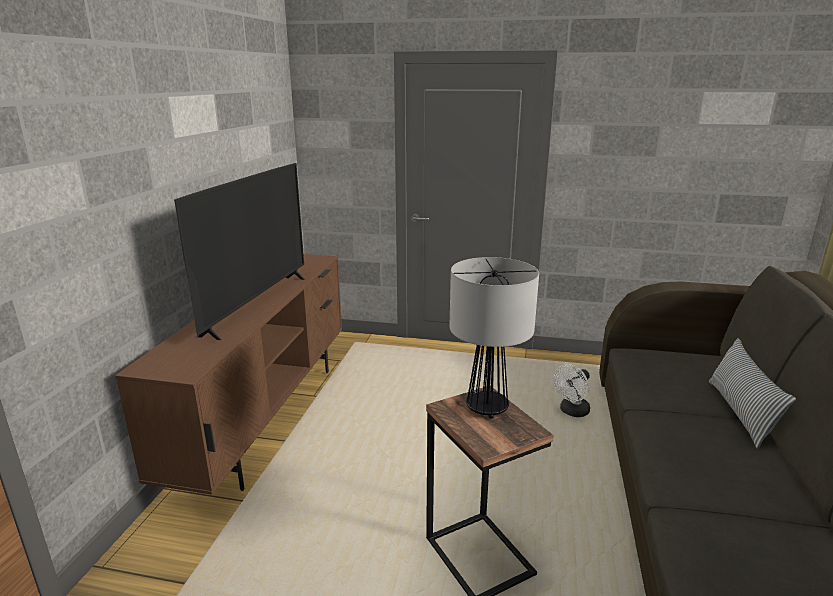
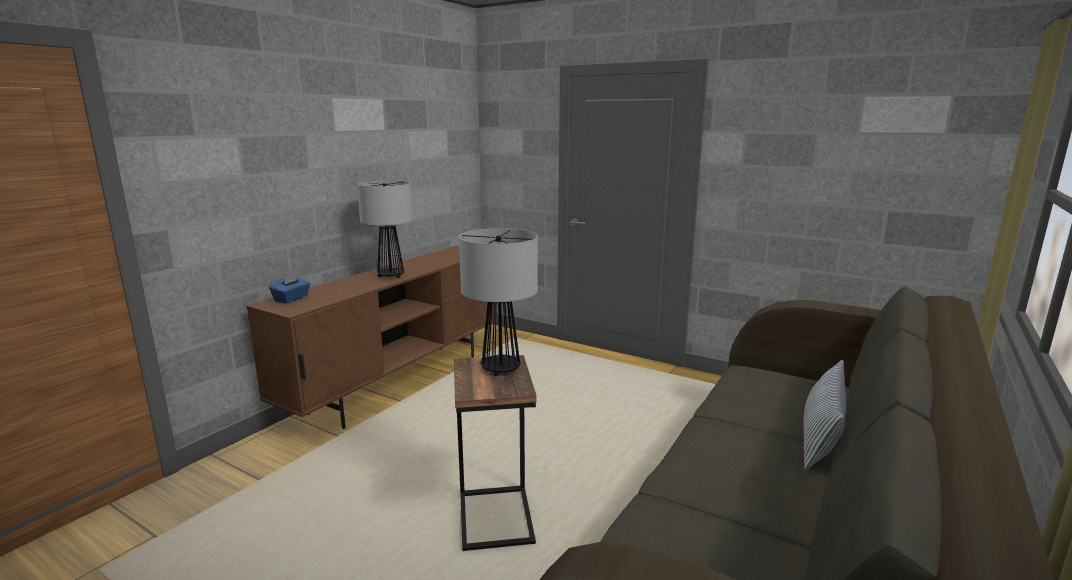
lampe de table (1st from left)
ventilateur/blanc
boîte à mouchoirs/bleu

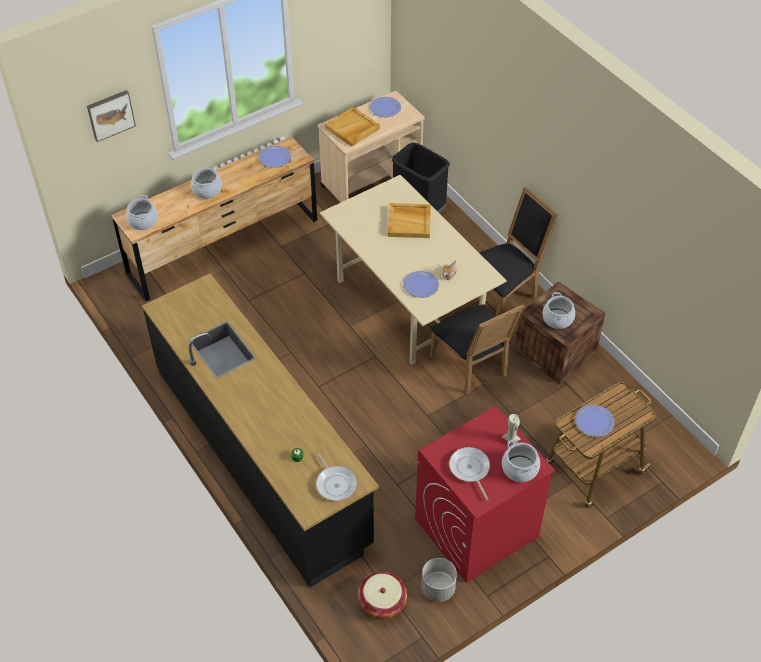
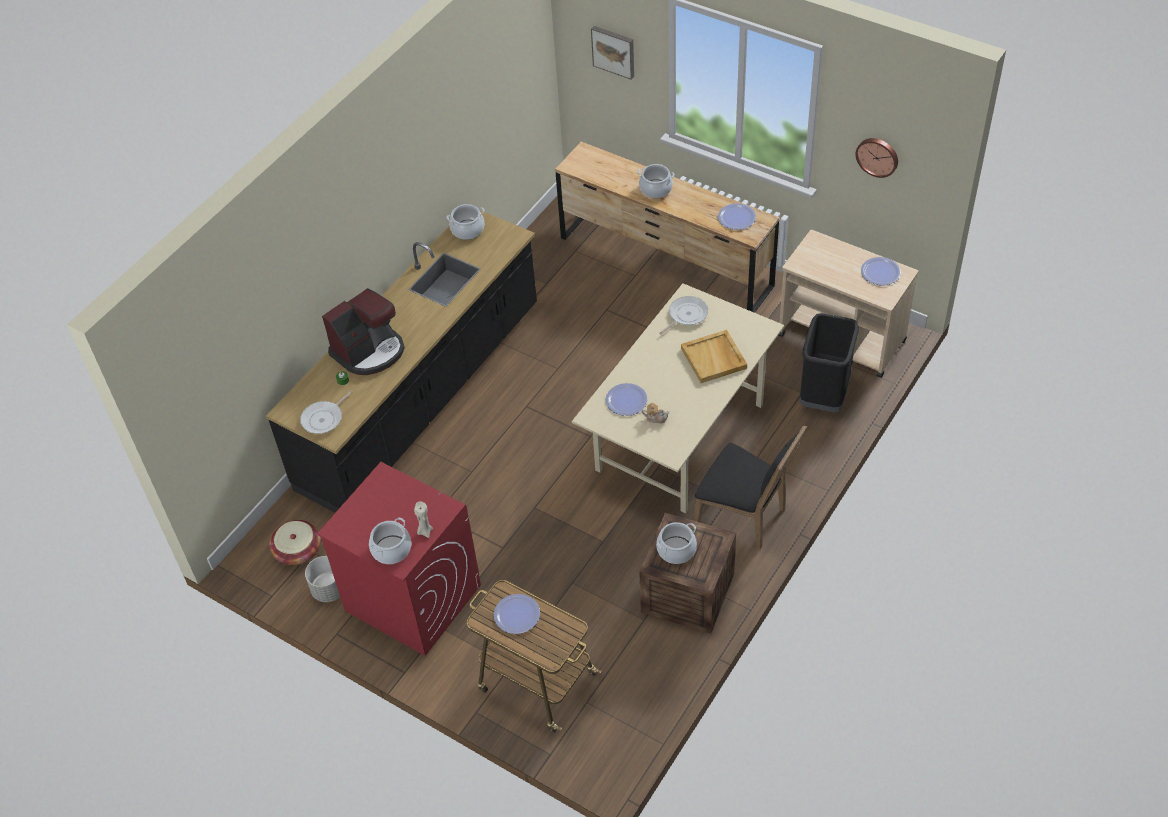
marmite (2nd from left)
plateau/beige (1st from left in the first image)
chaise/noir (1st from left in the first image)
poêle (2nd from left)
machine à café
horloge murale

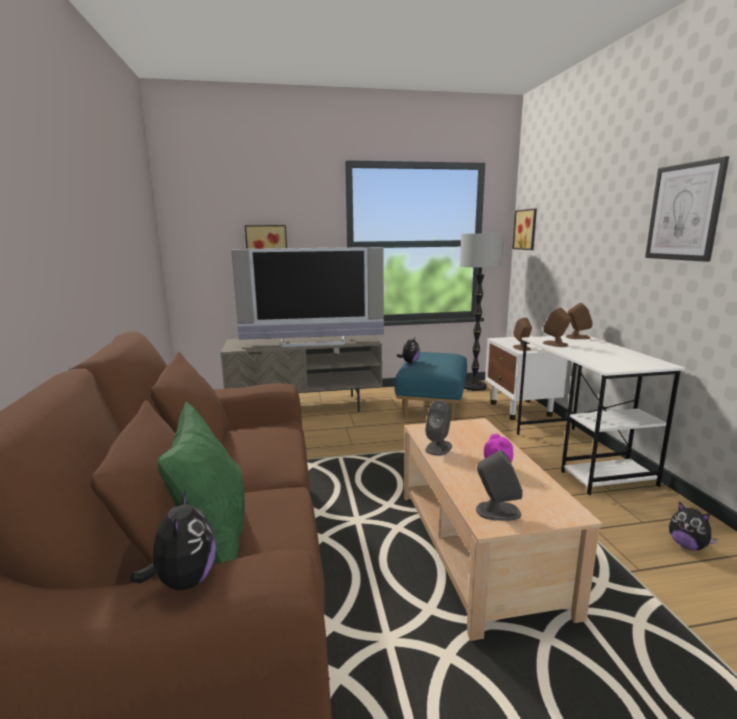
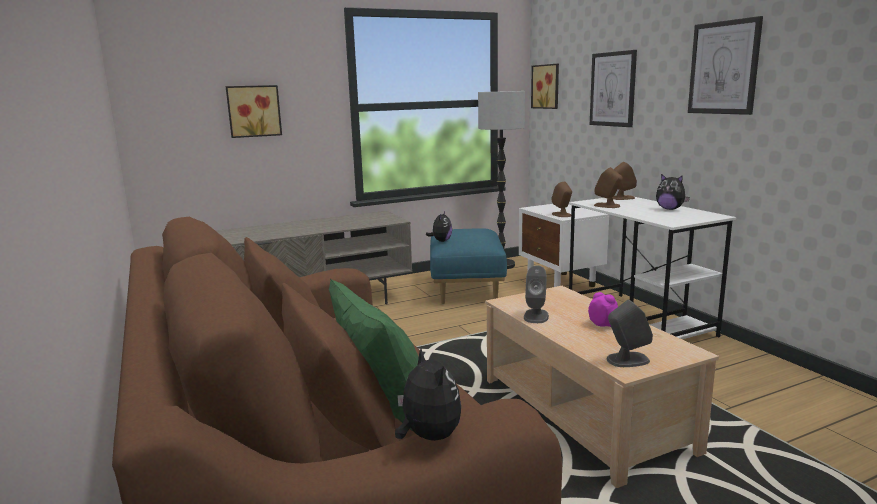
téléviseur
peluche (3rd from left)
tableau (3rd from left)

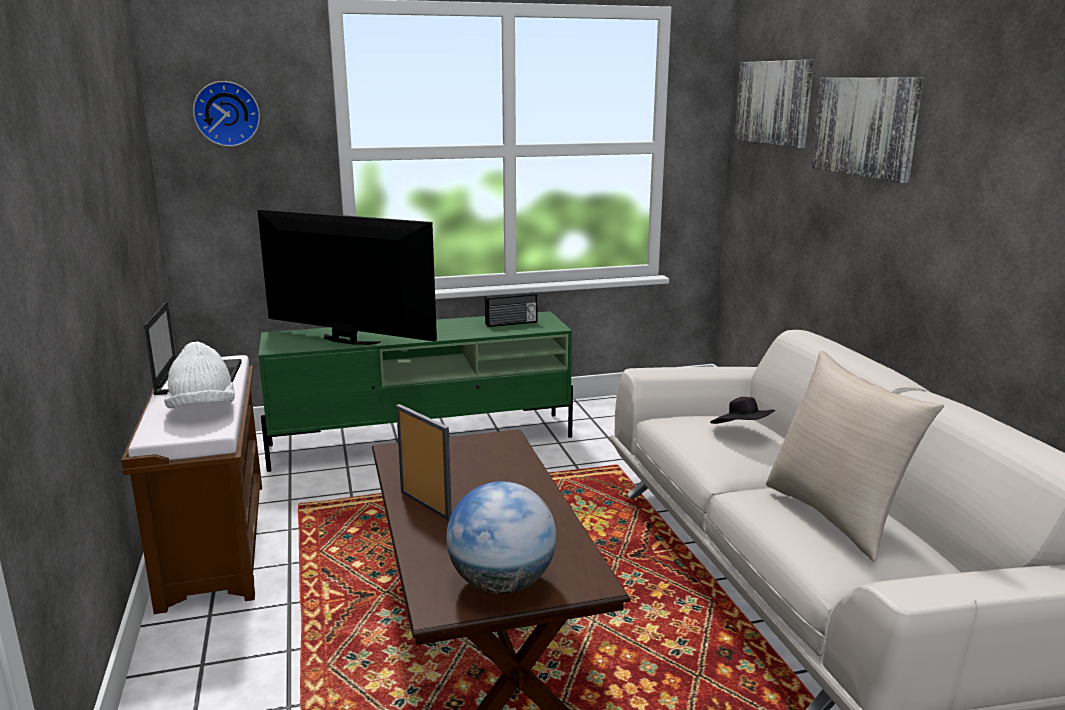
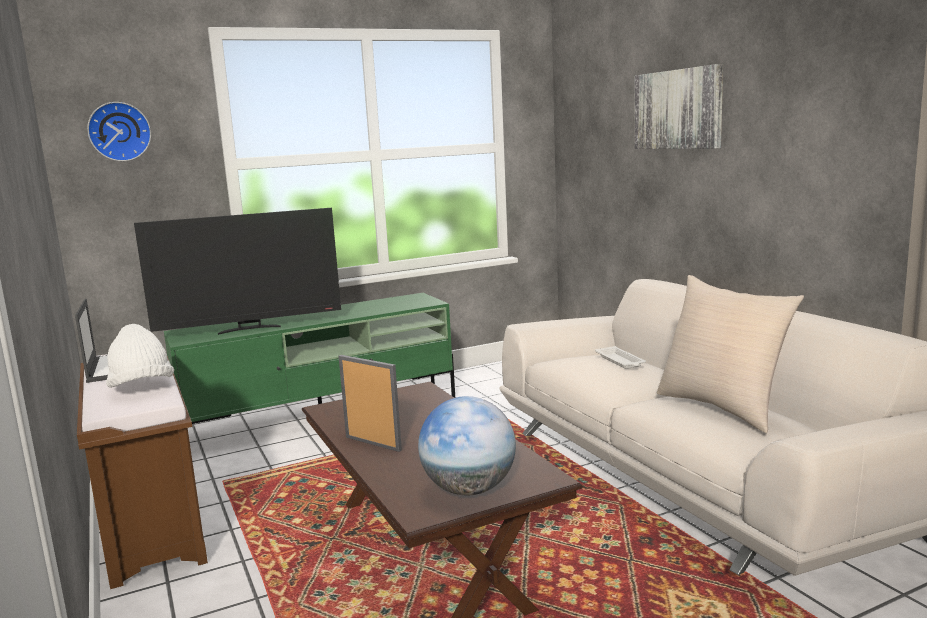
téléviseur
radio
plateau/blanc
tableau (1st from left in the first image)

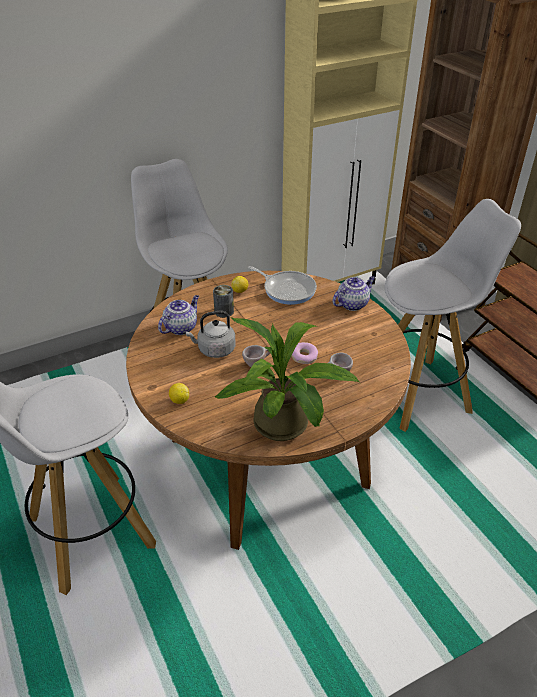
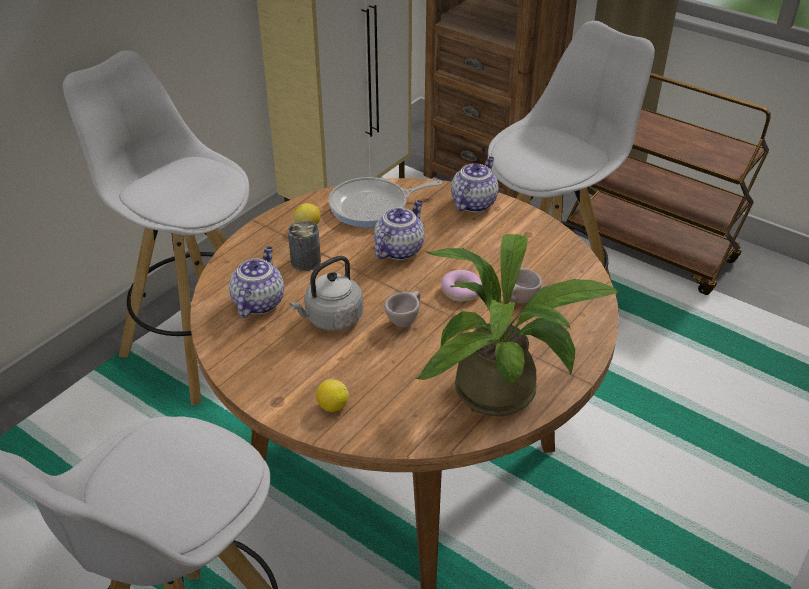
poêle
théière (2nd from left)

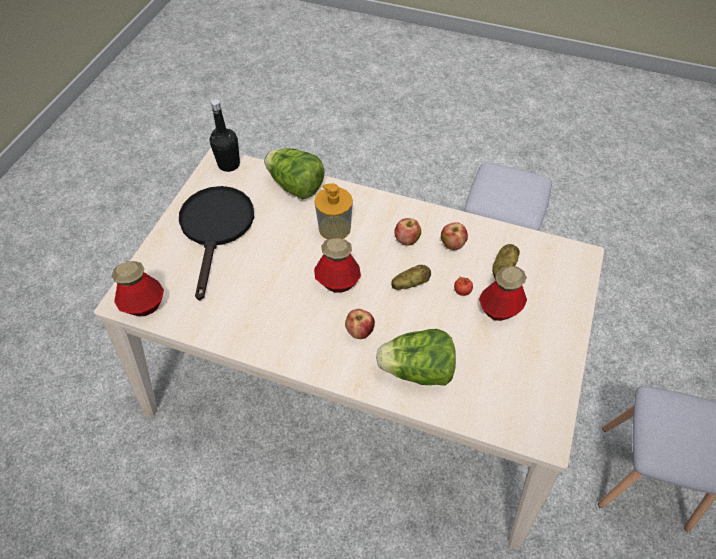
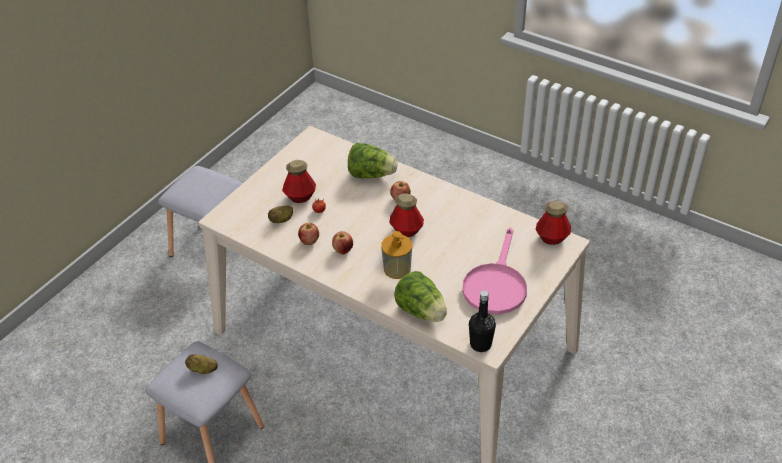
poêle/rose
pomme de terre (1st from left)

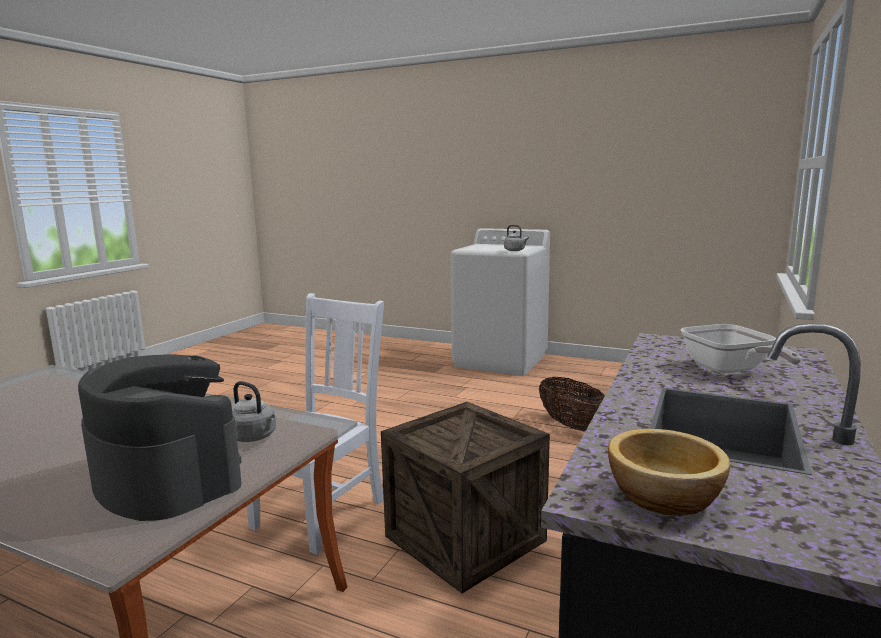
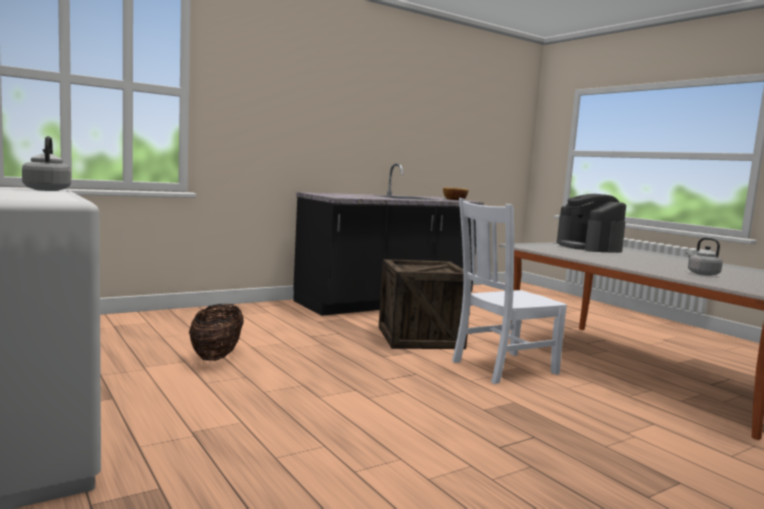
bouilloire/gris (2nd from left)
poêle

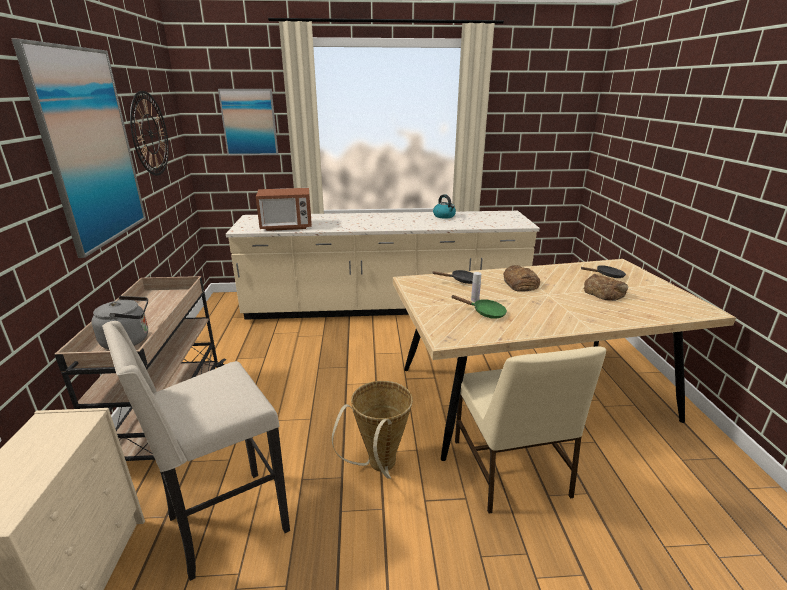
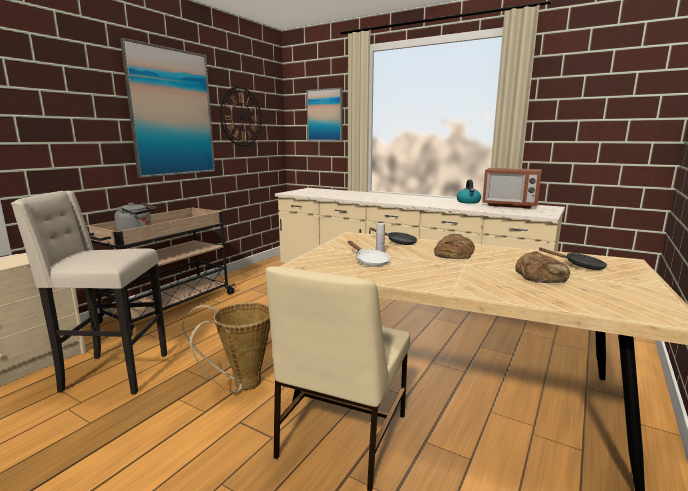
micro-ondes
poêle/blanc

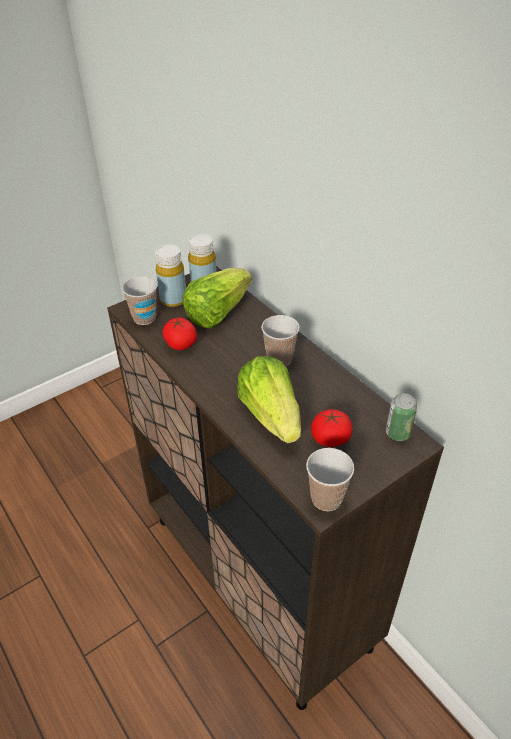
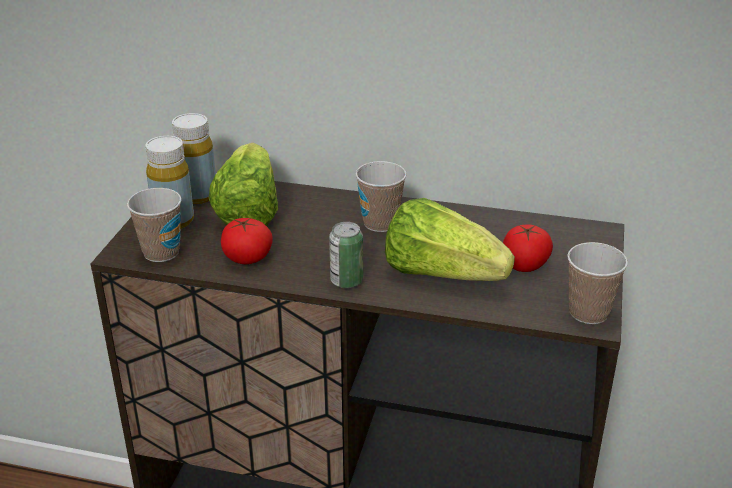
boîte métallique

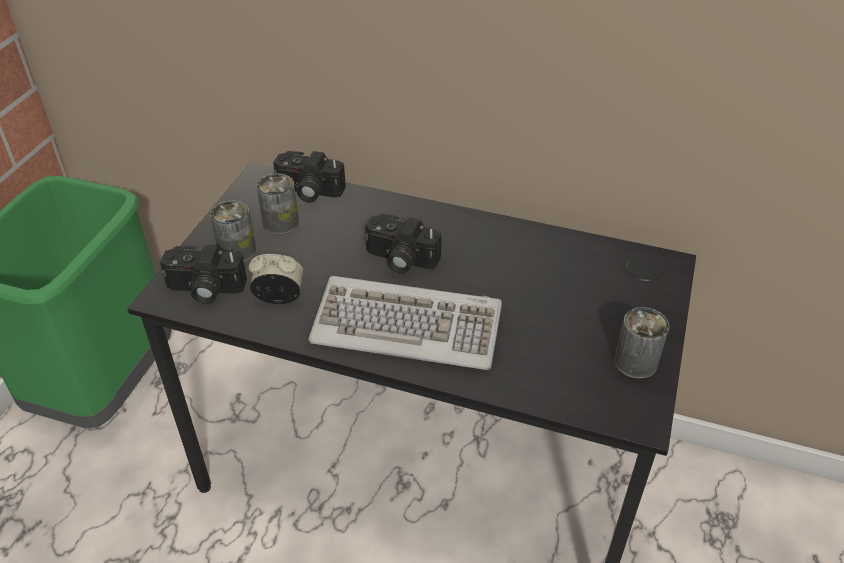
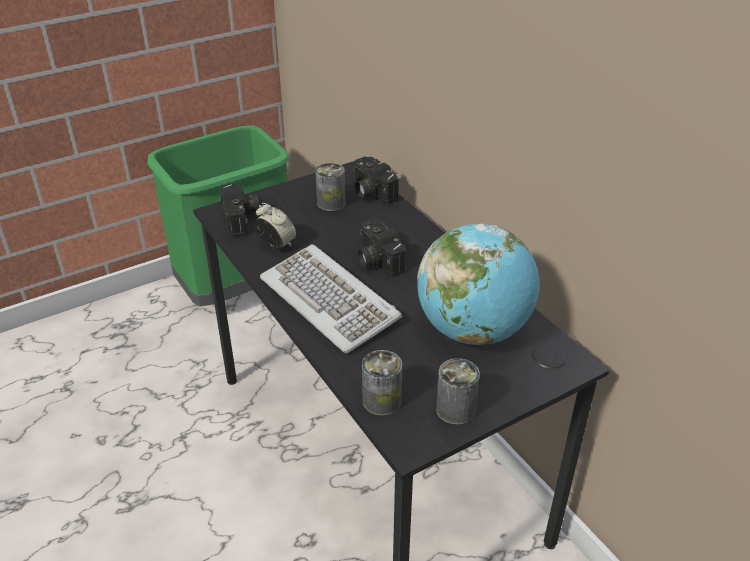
appareil photo (1st from left)
boîte métallique (2nd from left)
globe

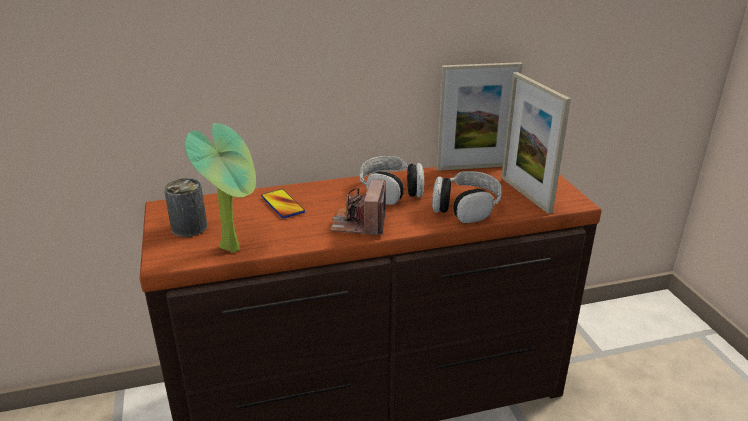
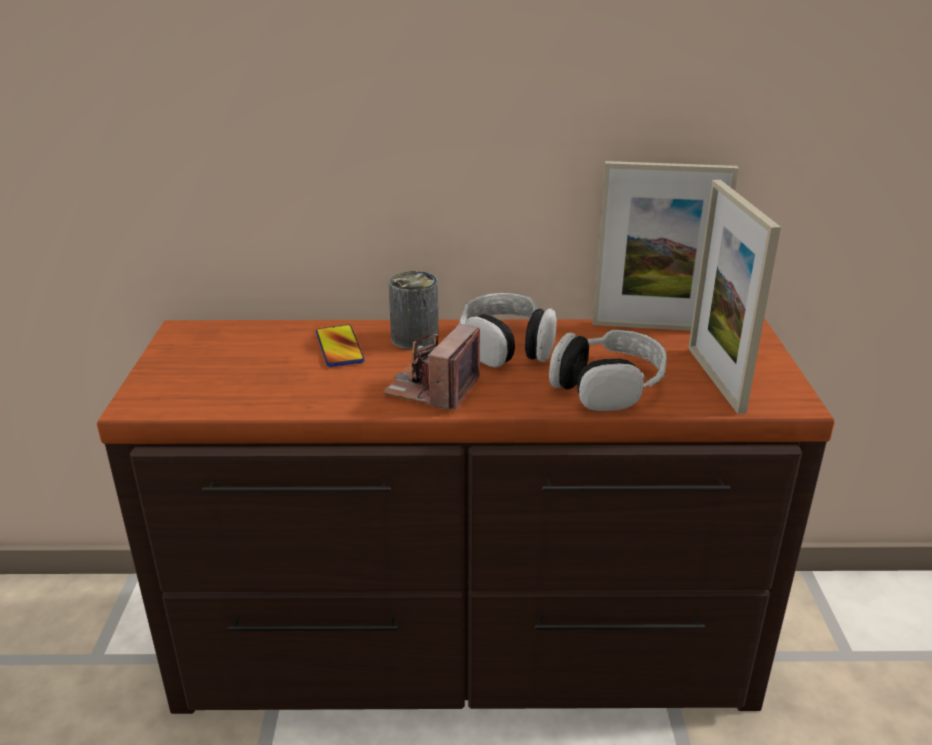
boîte métallique
plante en pot

